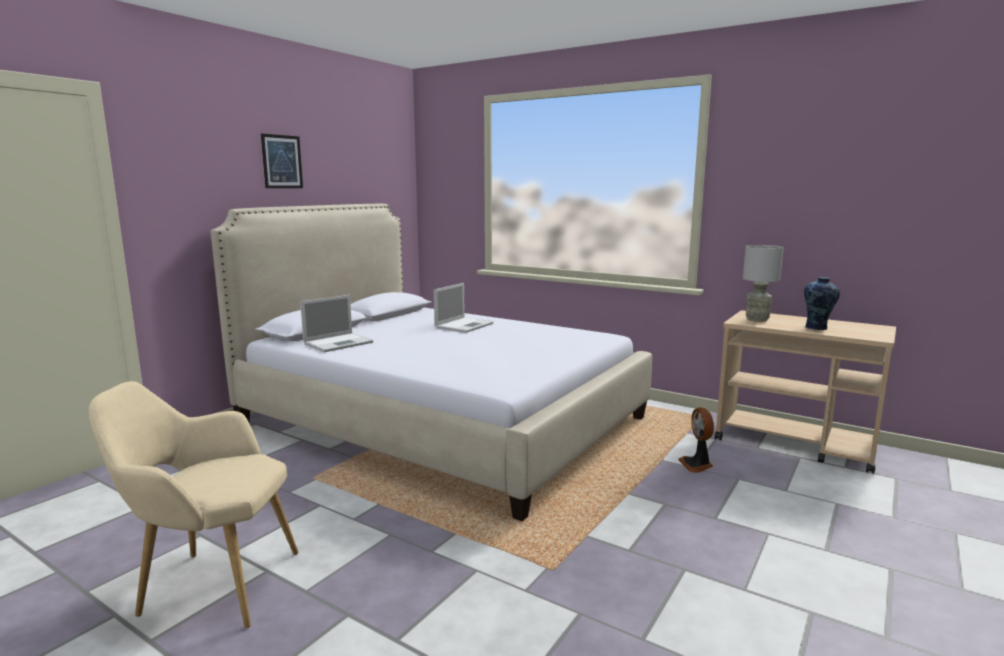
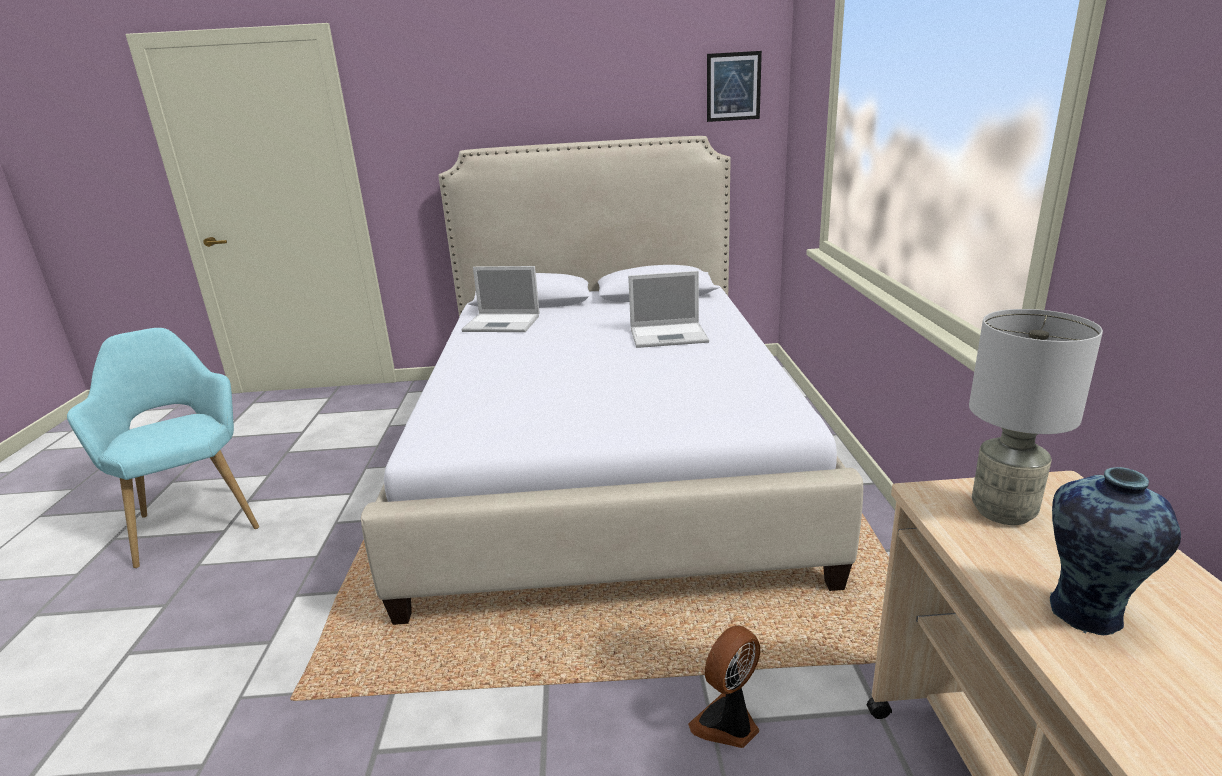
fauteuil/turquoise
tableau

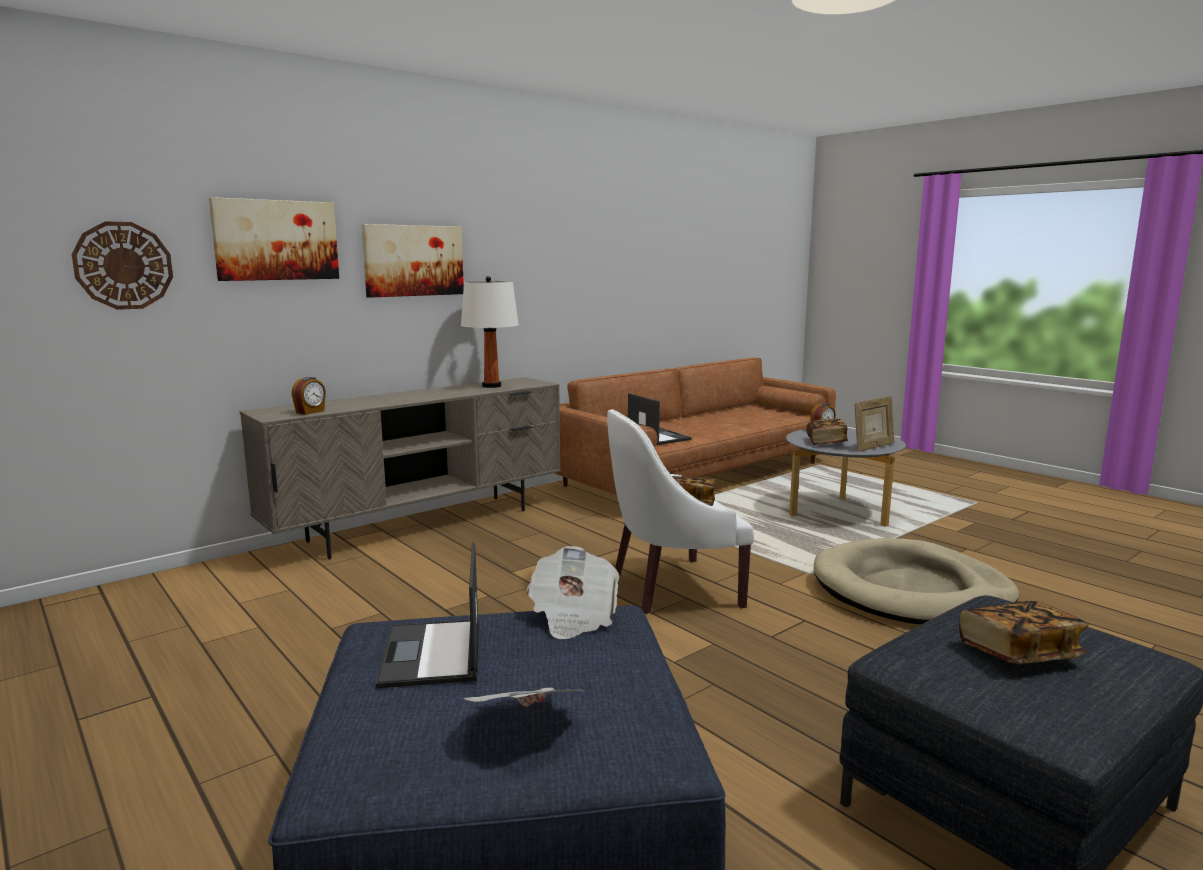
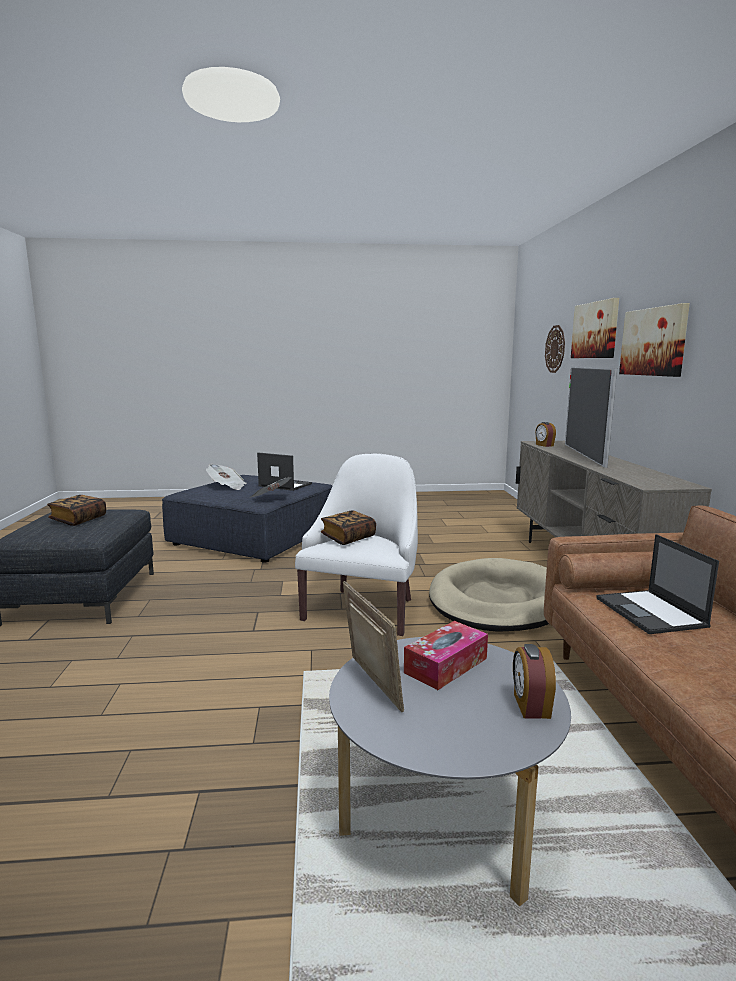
lampe de table/blanc
ordinateur portable (2nd from left)
boîte à mouchoirs
panier pour chien/beige
cadre photo
téléviseur

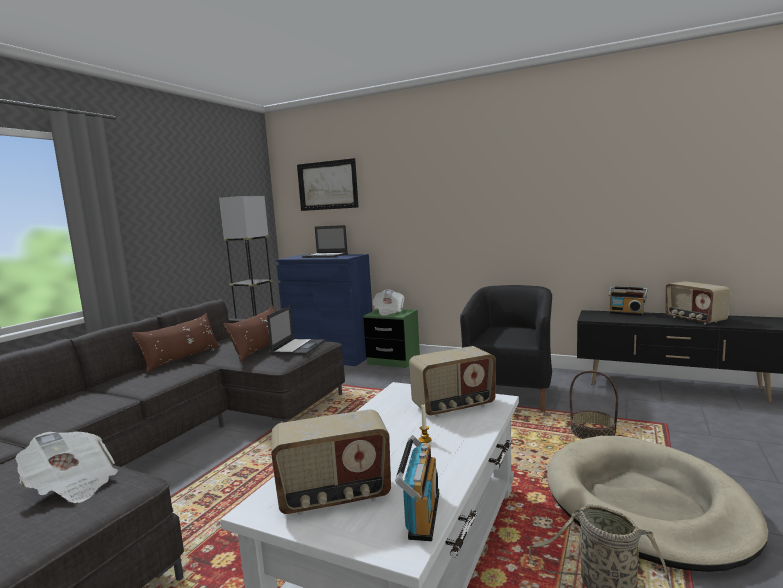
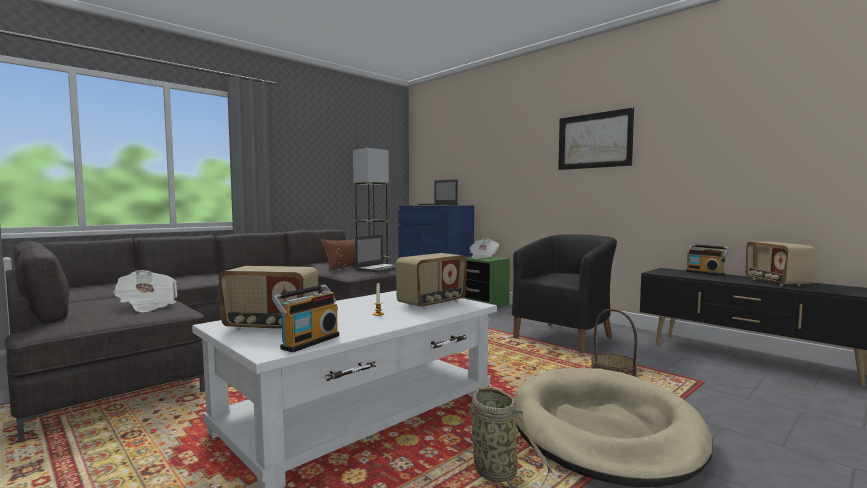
coussin/marron (1st from left in the first image)
tableau
radio (3rd from left)

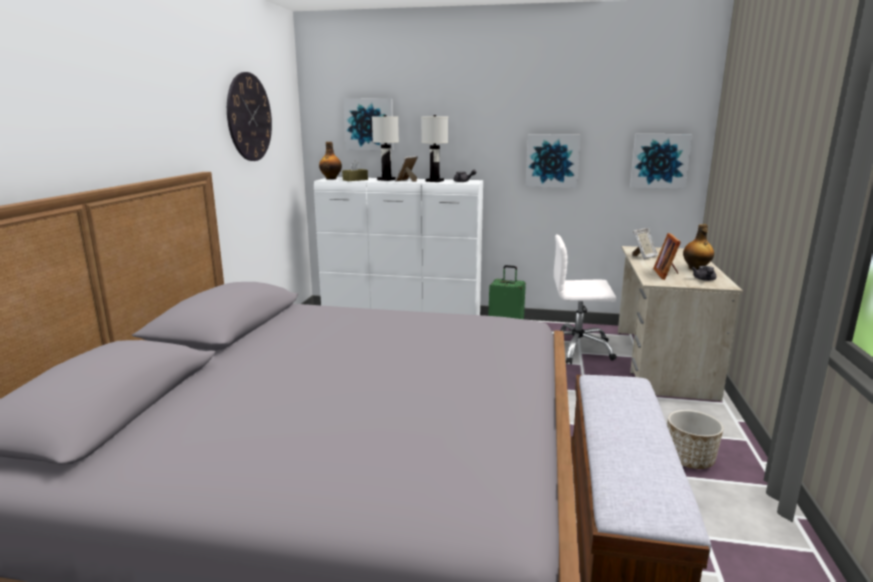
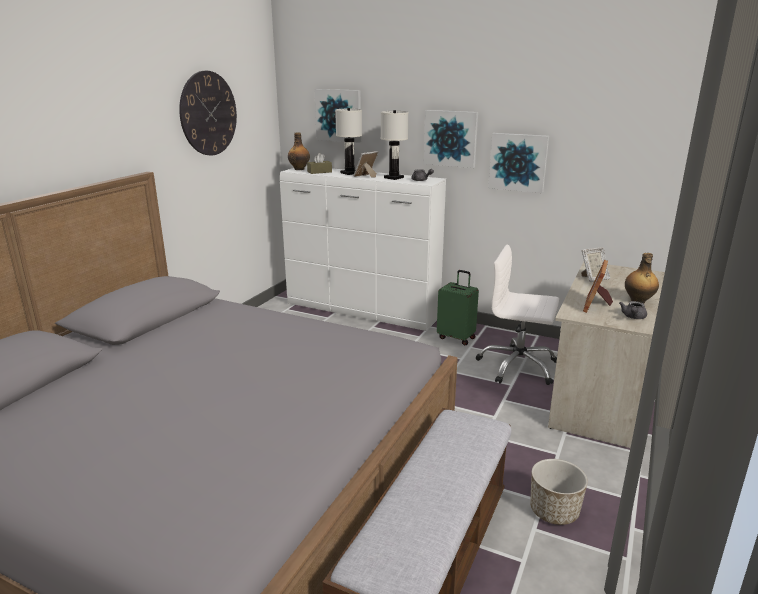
tableau (2nd from left)

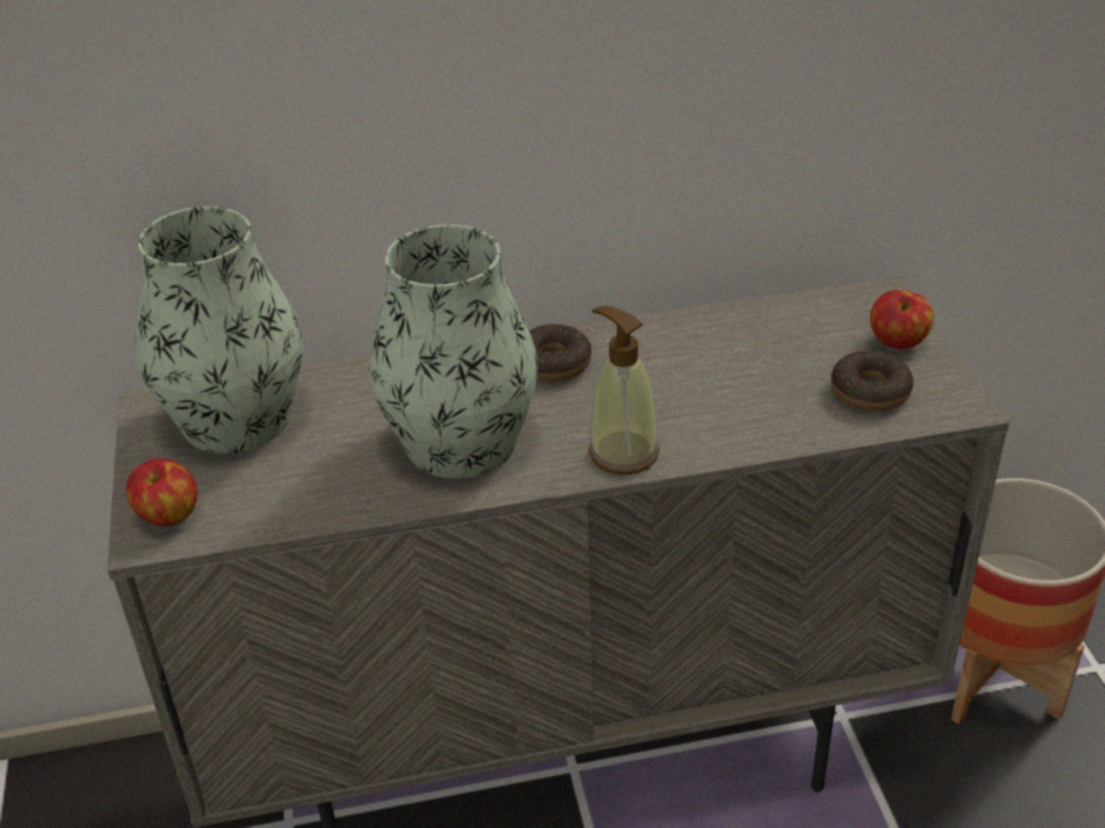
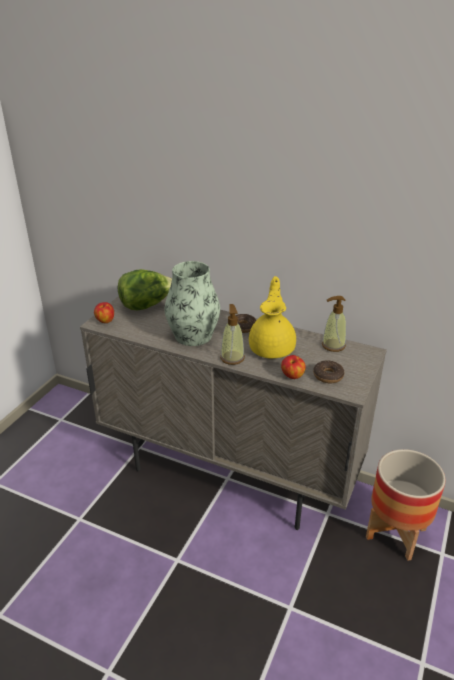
laitue
pomme (2nd from left)
théière/jaune
distributeur de savon (2nd from left)

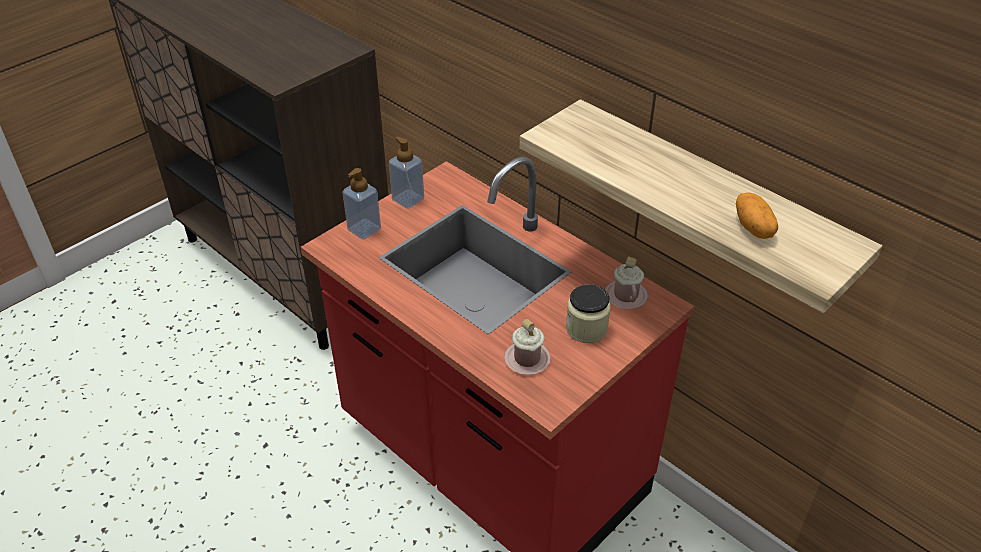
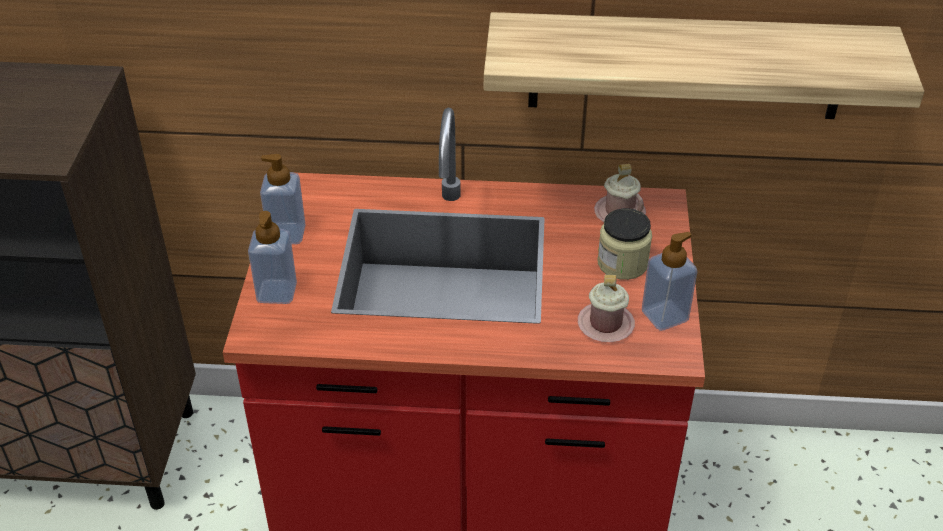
pomme de terre
distributeur de savon (3rd from left)

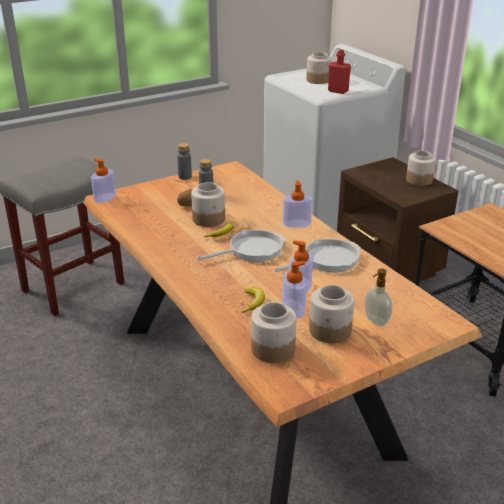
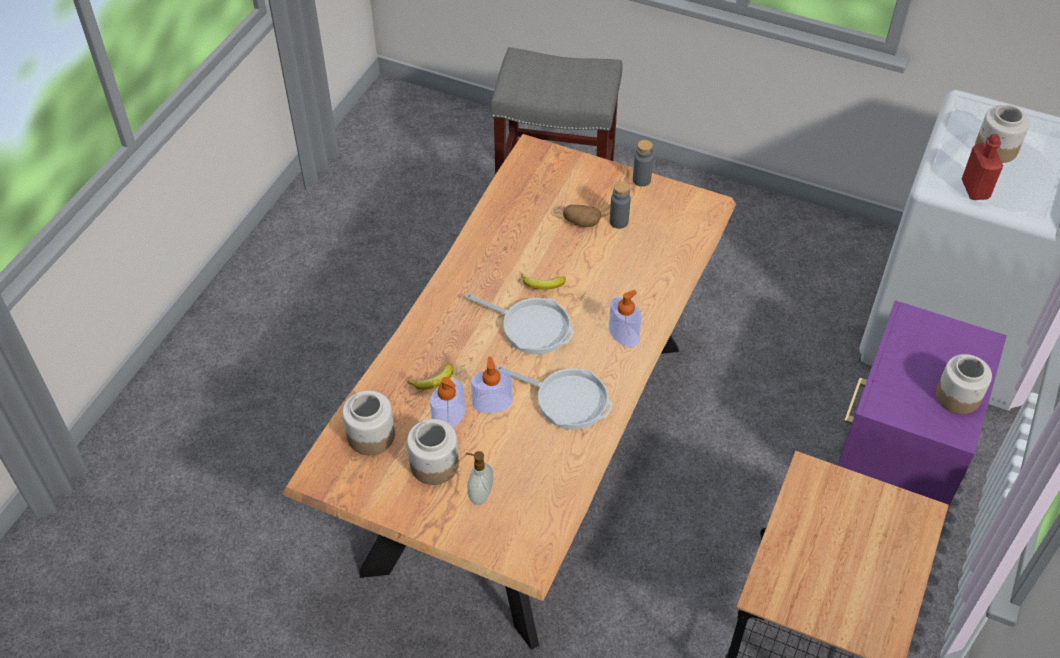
distributeur de savon (1st from left in the first image)
bocal (1st from left in the first image)
table de chevet/violet

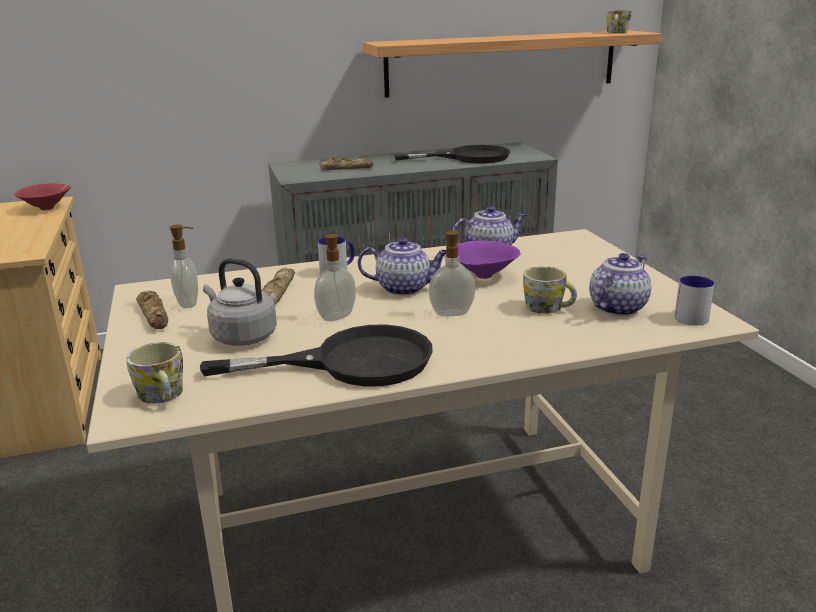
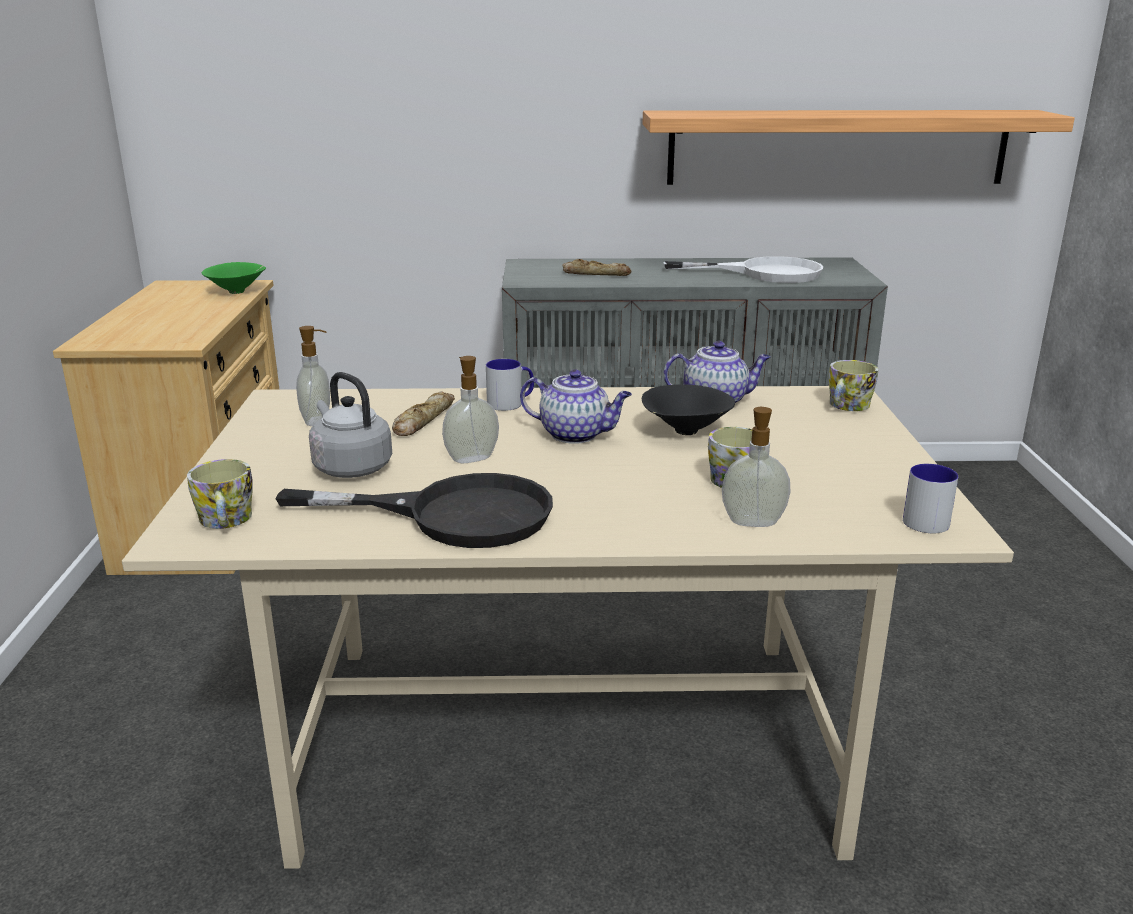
bol/vert
pain (1st from left in the first image)
poêle/blanc
distributeur de savon (3rd from left)
bol/noir
théière (3rd from left in the first image)
mug (4th from left)

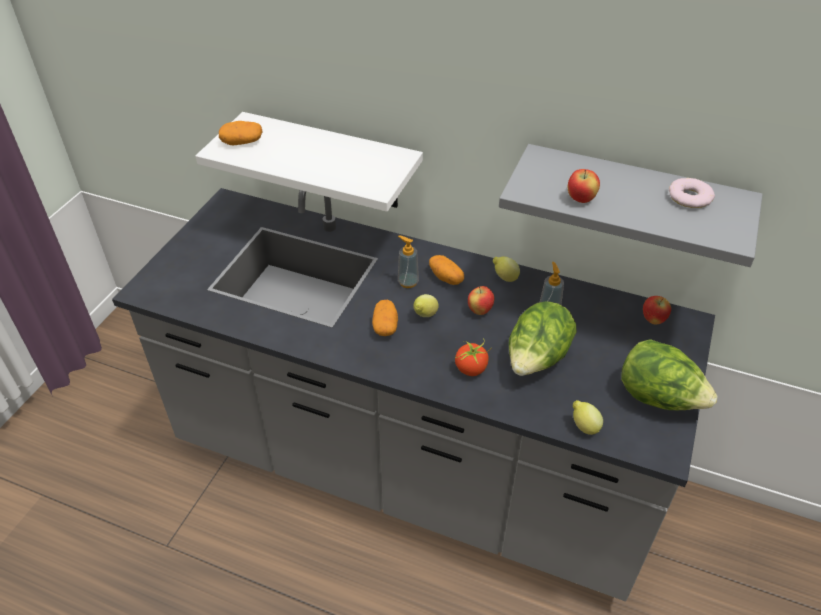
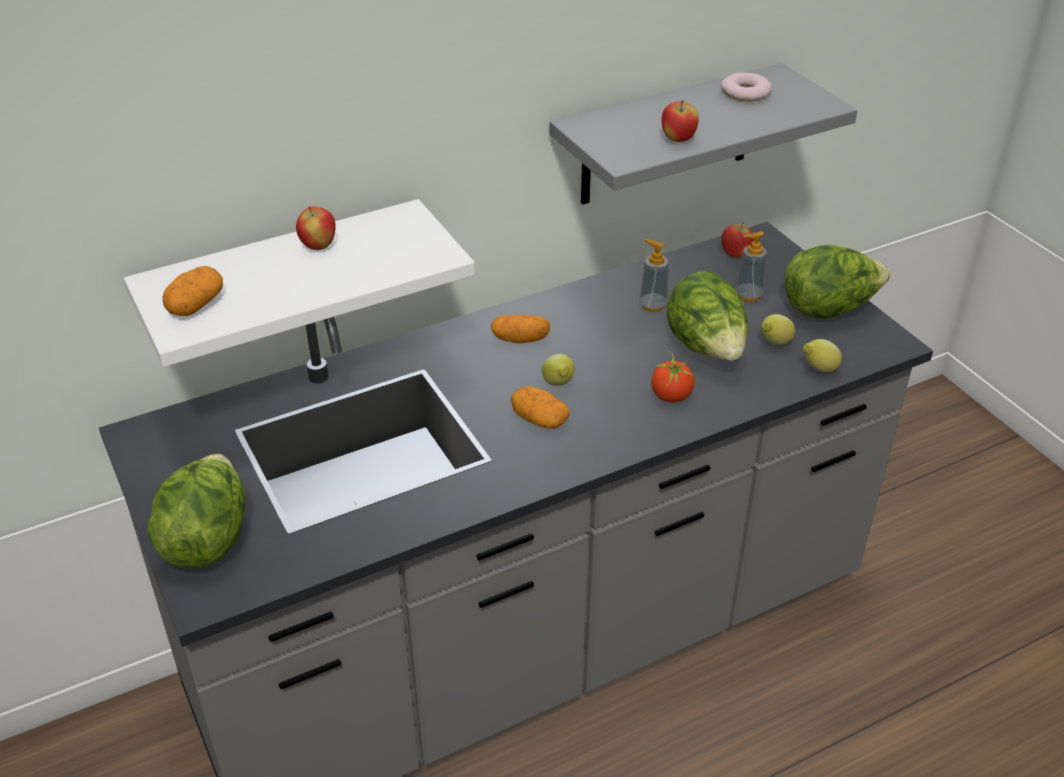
distributeur de savon (2nd from left)
pomme (1st from left)
citron (2nd from left)
laitue (1st from left)

